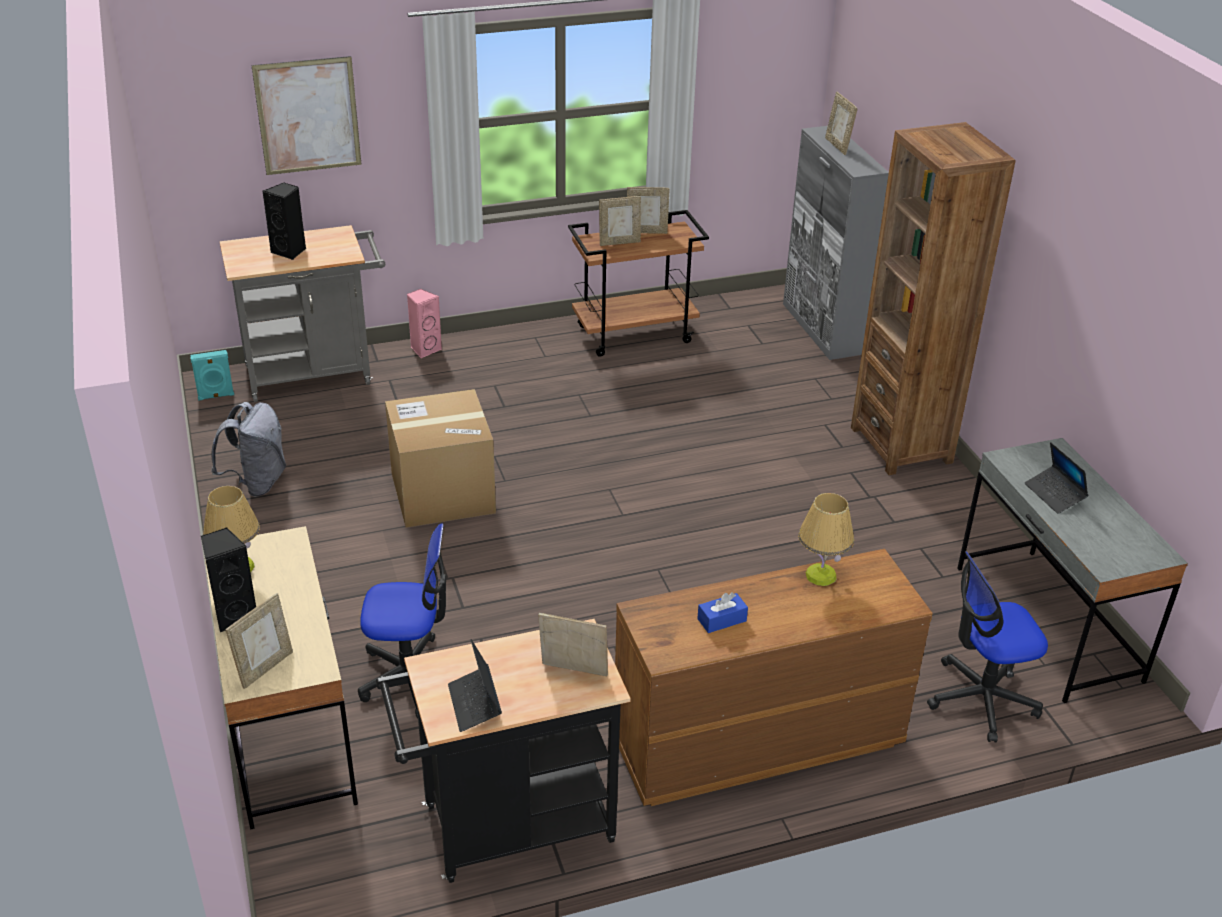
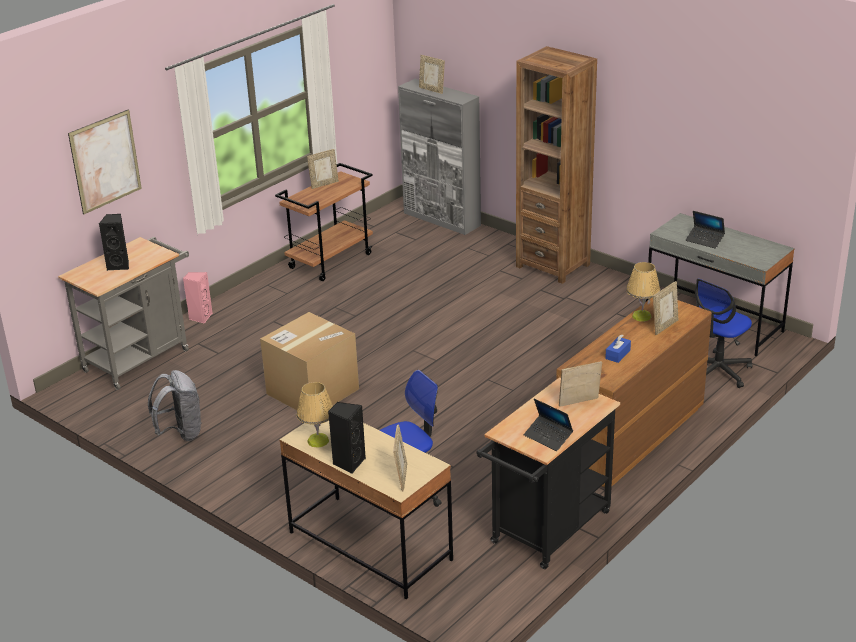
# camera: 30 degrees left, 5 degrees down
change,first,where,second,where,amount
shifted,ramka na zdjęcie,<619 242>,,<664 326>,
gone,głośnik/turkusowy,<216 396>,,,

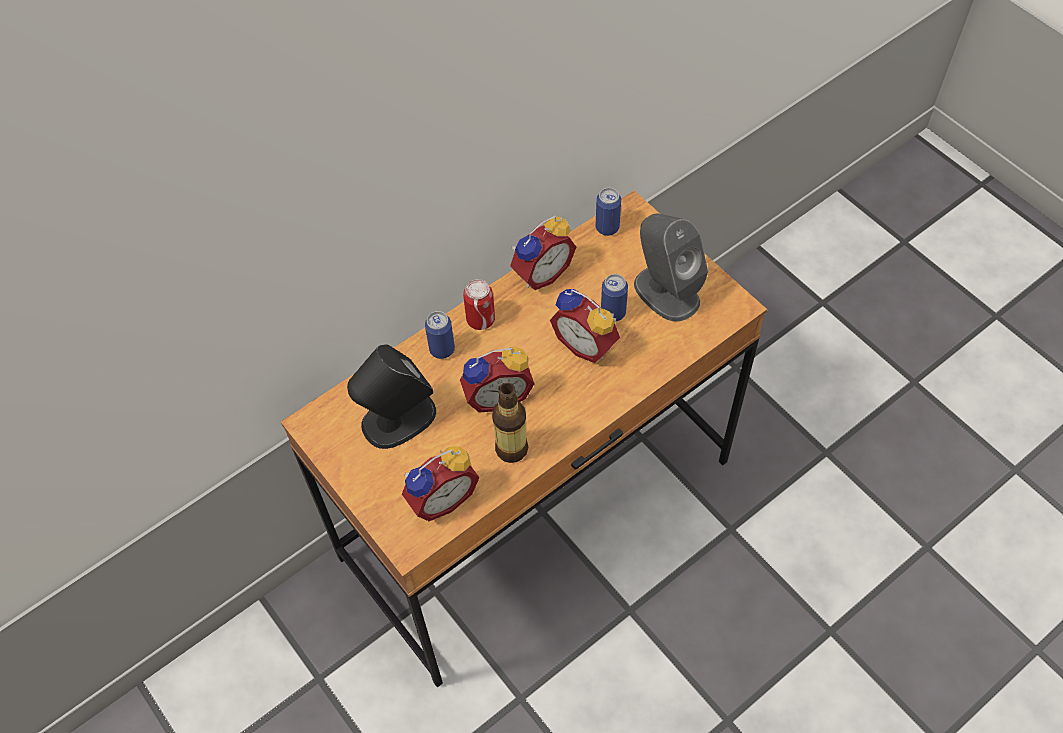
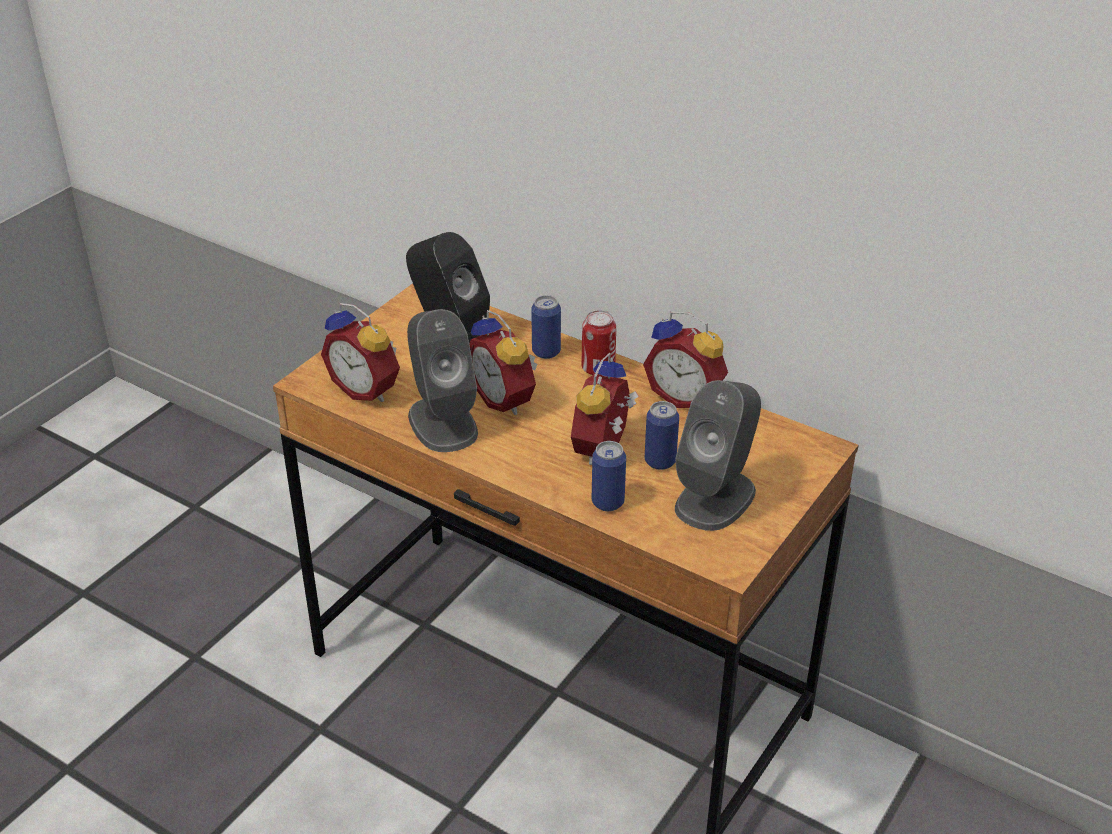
# camera: 70 degrees right, 20 degrees down
change,first,where,second,where,amount
shifted,puszka,<607 227>,,<607 502>,
swapped,butelka,<511 449>,głośnik/szary,<442 423>,

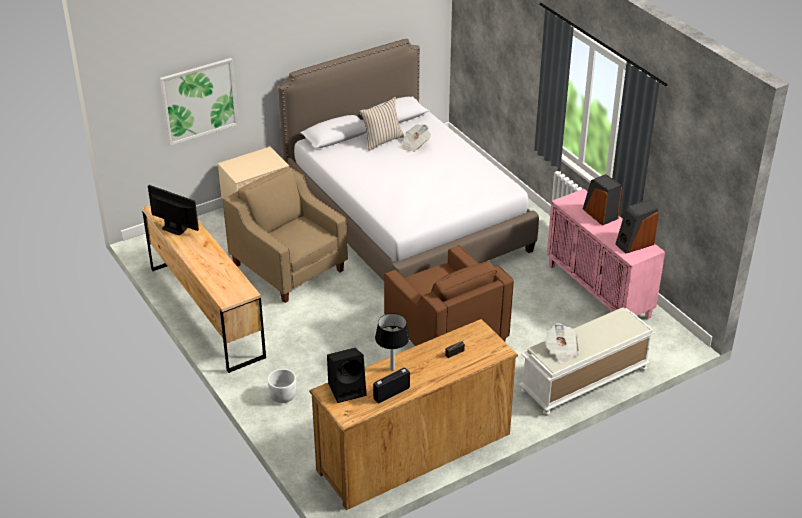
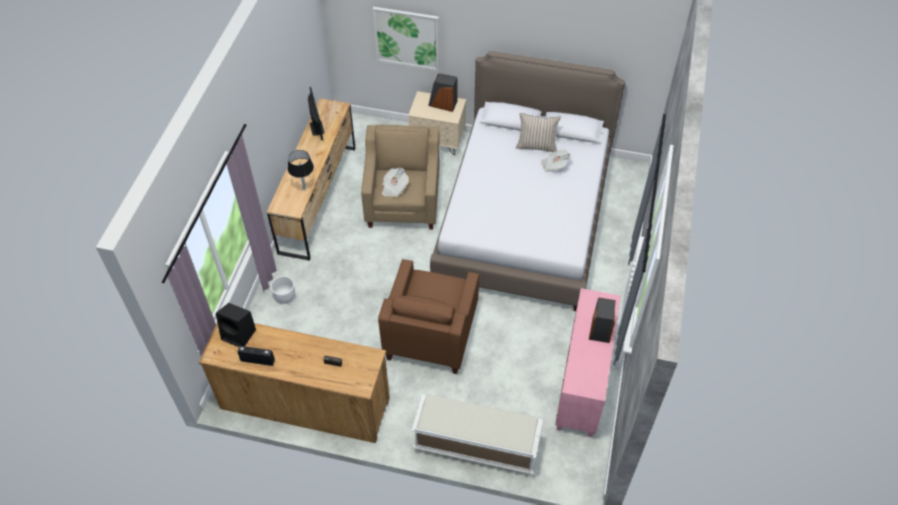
# camera: 45 degrees right, 15 degrees up
change,first,where,second,where,amount
shifted,głośnik,<634 244>,,<443 104>,
shifted,lampa stołowa/czarny,<392 369>,,<304 189>,
shifted,gazeta,<561 351>,,<394 188>,

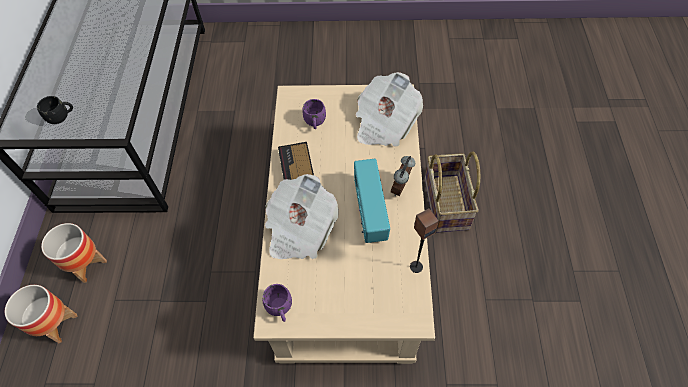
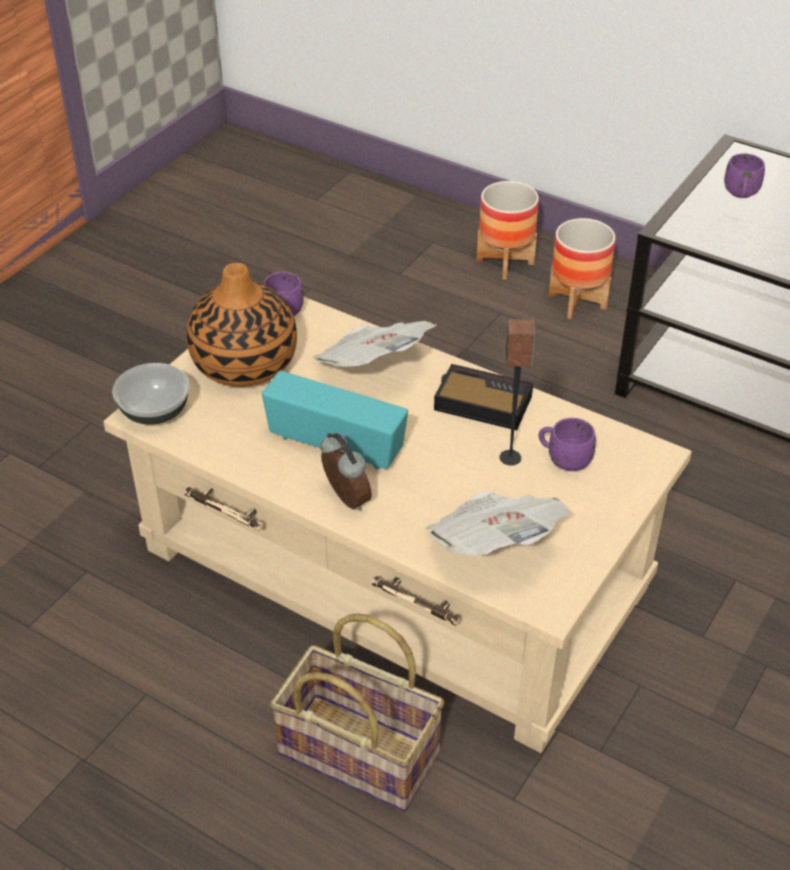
# camera: 120 degrees right, 15 degrees down
change,first,where,second,where,amount
repainted,kubek/czarny,<62 117>,kubek/fioletowy,<740 195>,
shifted,głośnik,<416 266>,,<510 458>,
new,,,wazon,<245 364>,
new,,,miska,<155 411>,

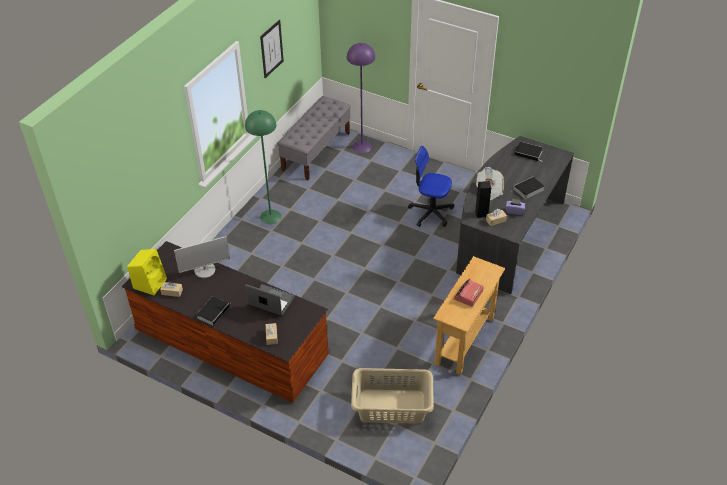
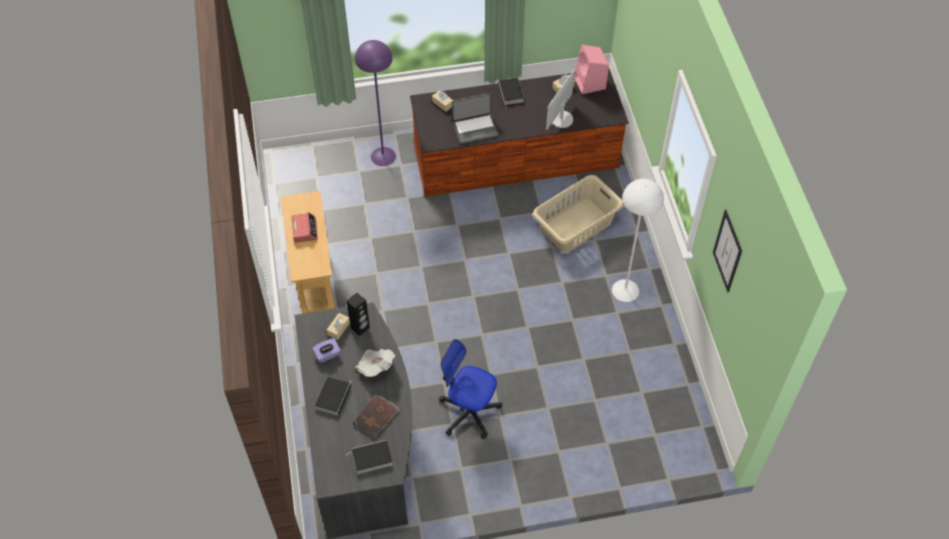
# camera: 140 degrees right, 10 degrees up
change,first,where,second,where,amount
shifted,lampa stojąca/fioletowy,<362 147>,,<383 156>,
gone,ławka/szary,<316 151>,,,
repainted,lampa stojąca/zielony,<270 216>,lampa stojąca/biały,<625 290>,
rotated,krzesło biurowe,<430 212>,,<469 412>,135 degrees counterclockwise
repainted,głośnik/żółty,<150 283>,głośnik/różowy,<590 83>,
shifted,kosz na pranie/beżowy,<391 406>,,<576 226>,
new,,,książka/brązowy,<376 417>,

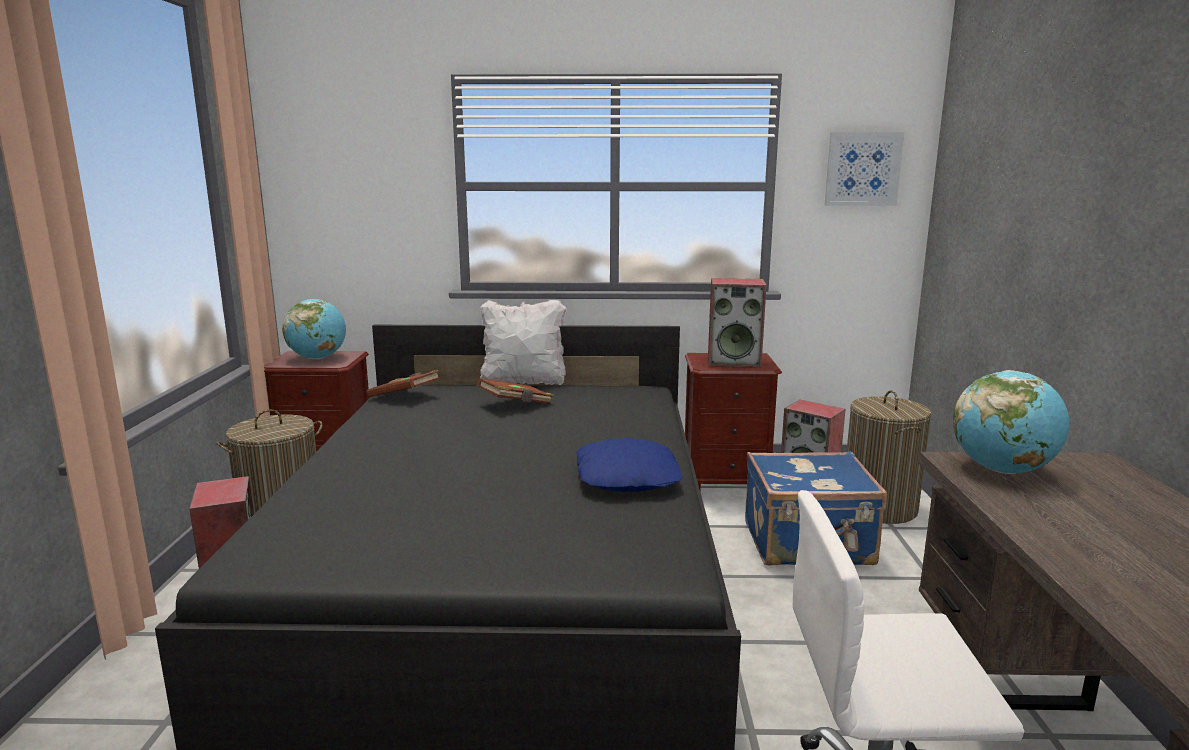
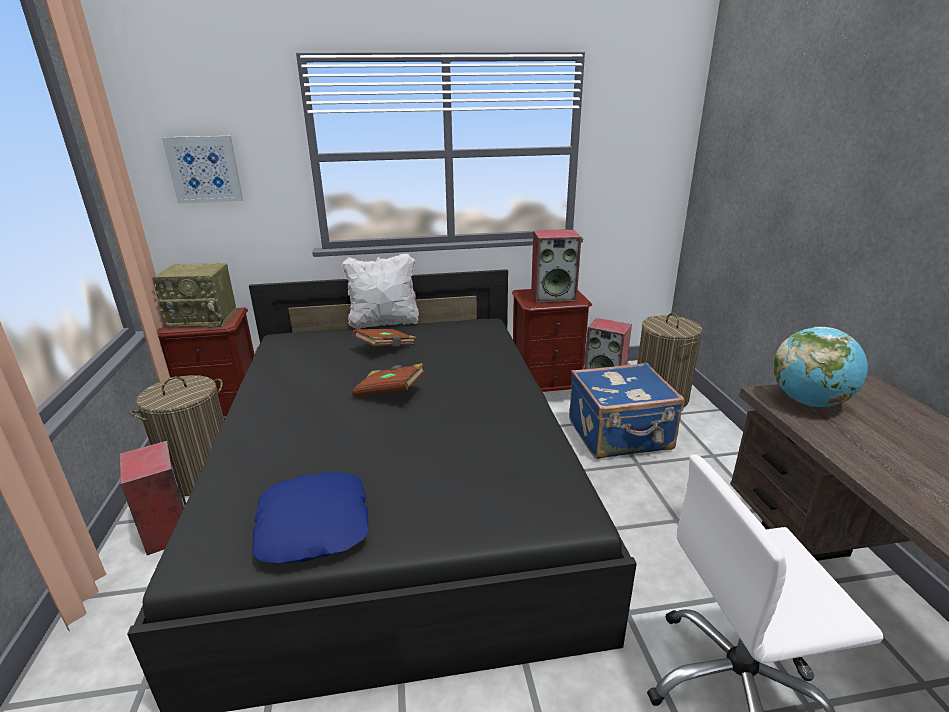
# camera: 10 degrees left, 10 degrees up
change,first,where,second,where,amount
shifted,obraz,<862 169>,,<204 169>,
swapped,globus,<318 358>,radio,<204 319>,
shifted,książka/brązowy,<405 397>,,<390 392>,
shifted,poduszka/niebieski,<628 477>,,<315 525>,

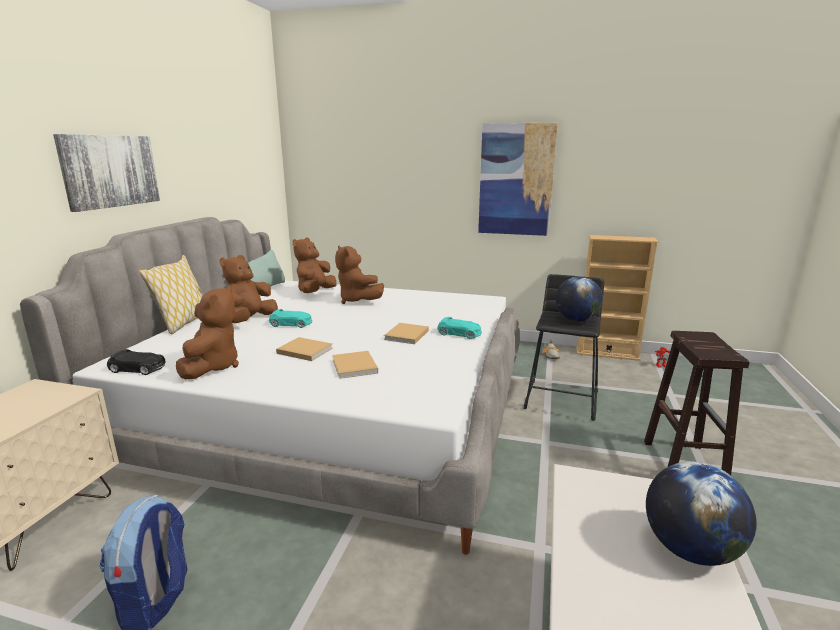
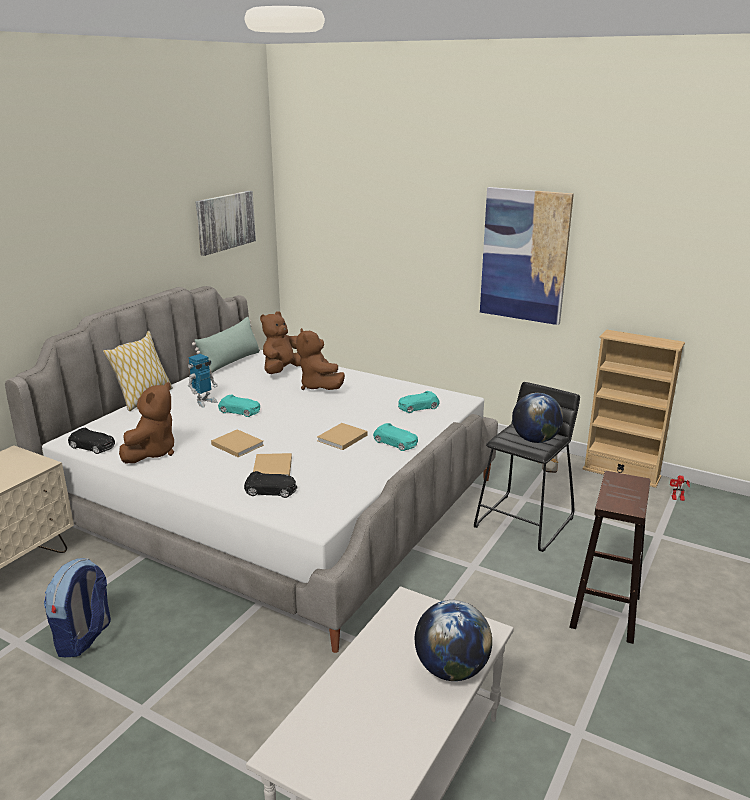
# camera: 15 degrees right, 5 degrees up
change,first,where,second,where,amount
shifted,obraz,<110 171>,,<225 222>,
swapped,pluszak/brązowy,<250 320>,robot zabawkowy,<204 402>,
new,,,samochodzik/turkusowy,<417 407>,
new,,,samochodzik/czarny,<271 491>,

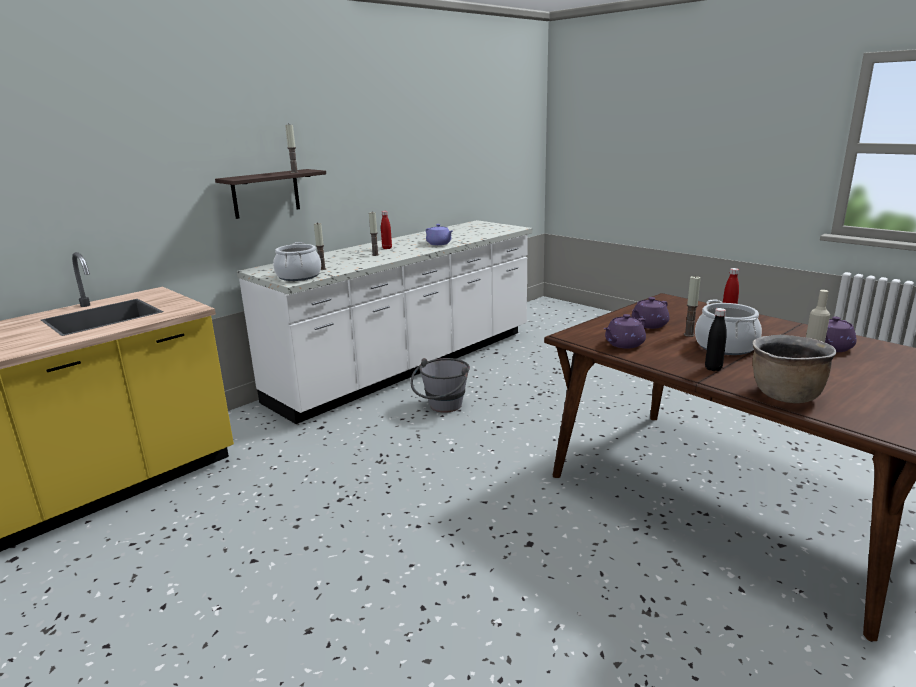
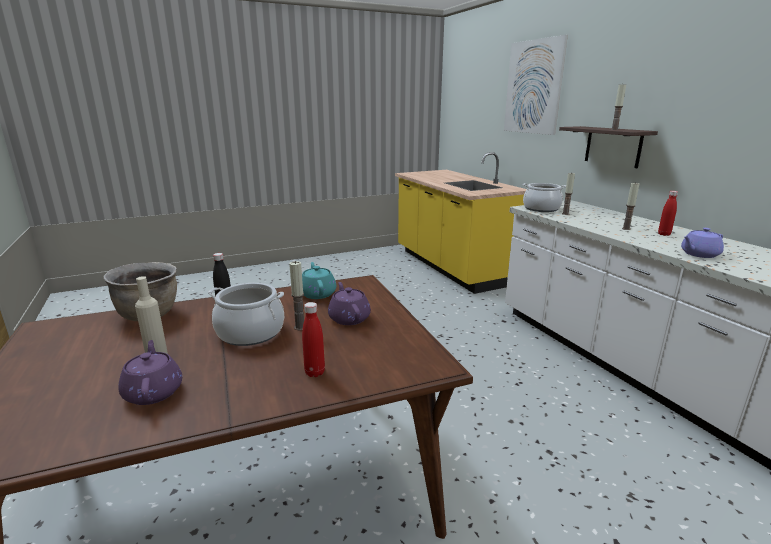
# camera: 110 degrees right, 0 degrees up
change,first,where,second,where,amount
repainted,imbryk/fioletowy,<623 344>,imbryk/turkusowy,<317 293>,
gone,wiadro/szary,<442 408>,,,
new,,,obraz,<533 87>,

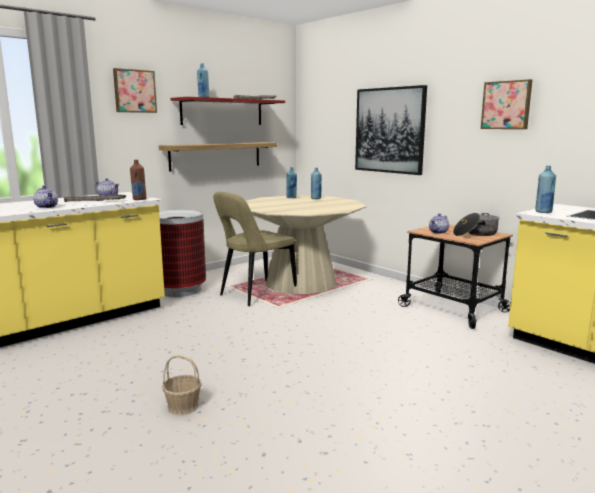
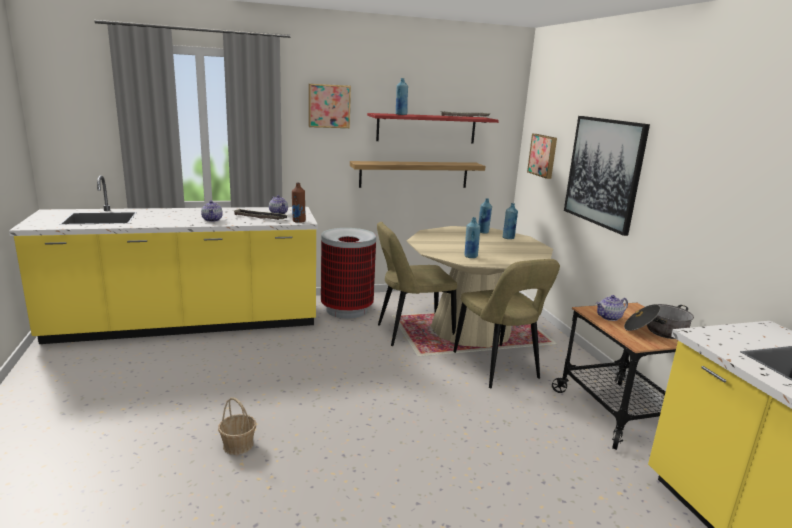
# camera: 25 degrees right, 5 degrees up
change,first,where,second,where,amount
shifted,obraz,<506 105>,,<543 155>,
shifted,butelka/niebieski,<543 212>,,<470 256>,
new,,,krzesło/beżowy,<497 367>,

